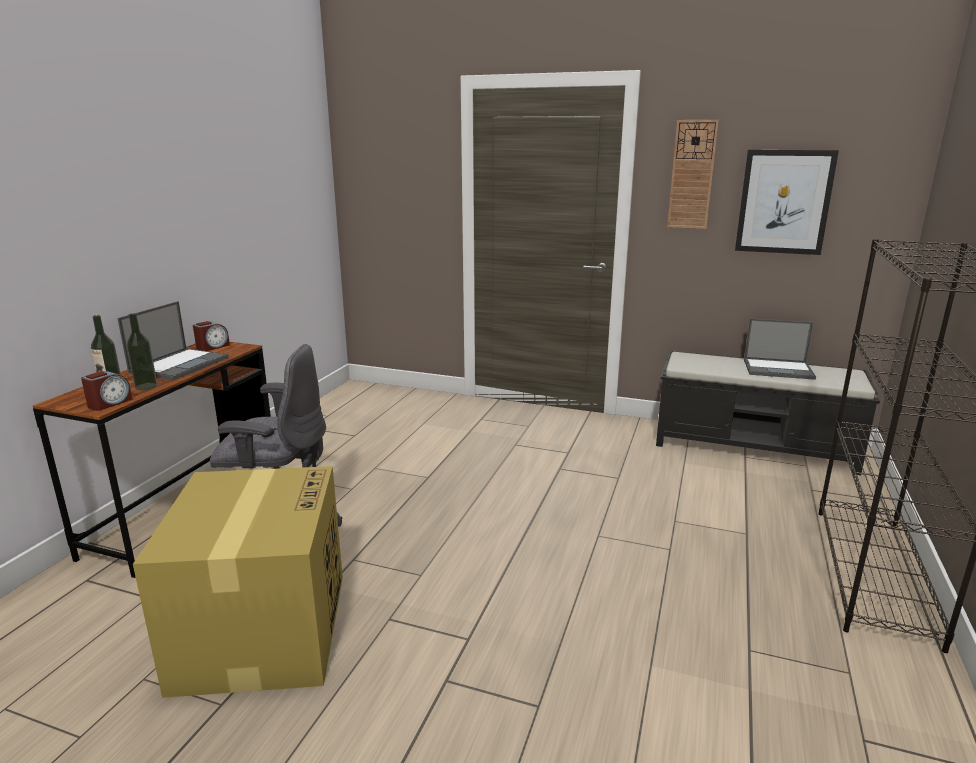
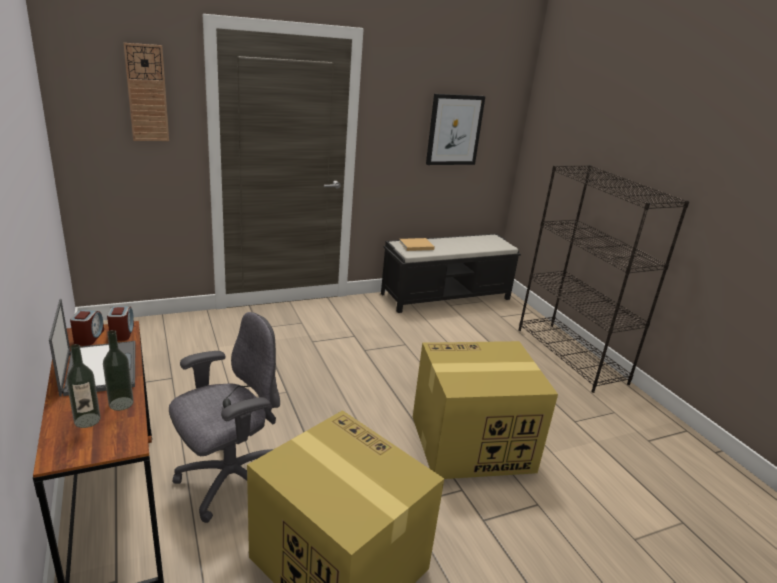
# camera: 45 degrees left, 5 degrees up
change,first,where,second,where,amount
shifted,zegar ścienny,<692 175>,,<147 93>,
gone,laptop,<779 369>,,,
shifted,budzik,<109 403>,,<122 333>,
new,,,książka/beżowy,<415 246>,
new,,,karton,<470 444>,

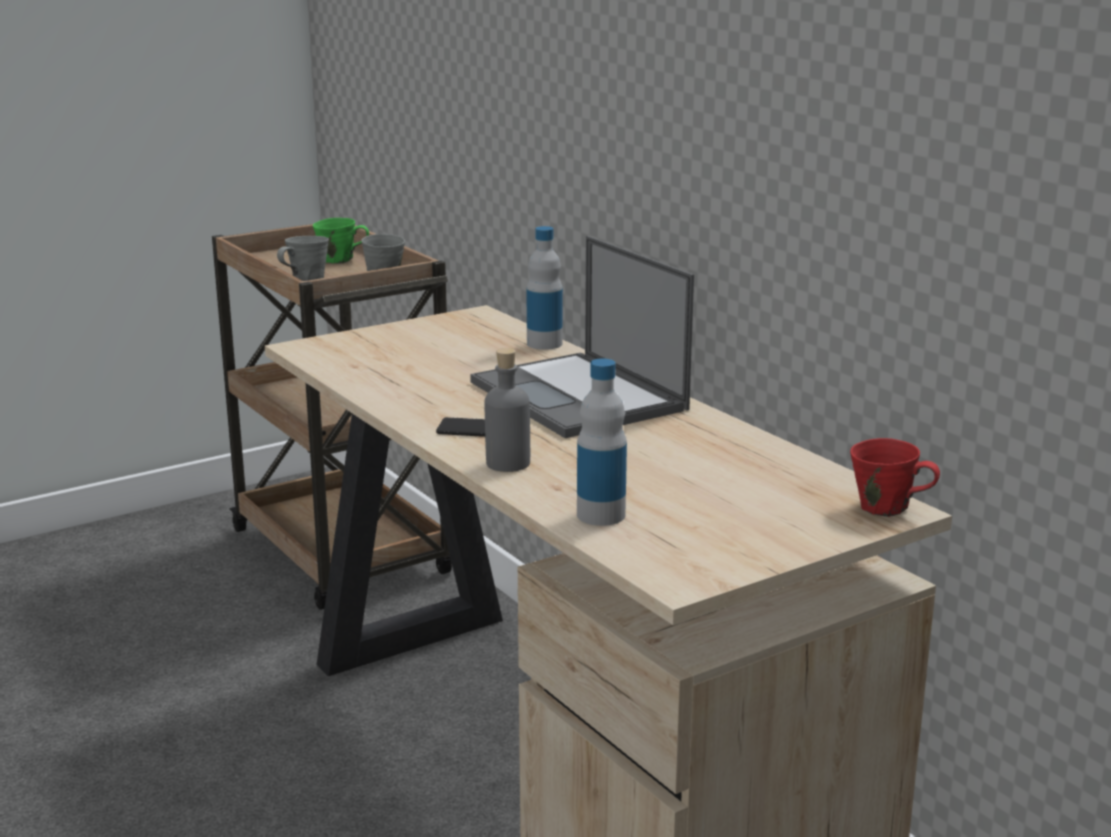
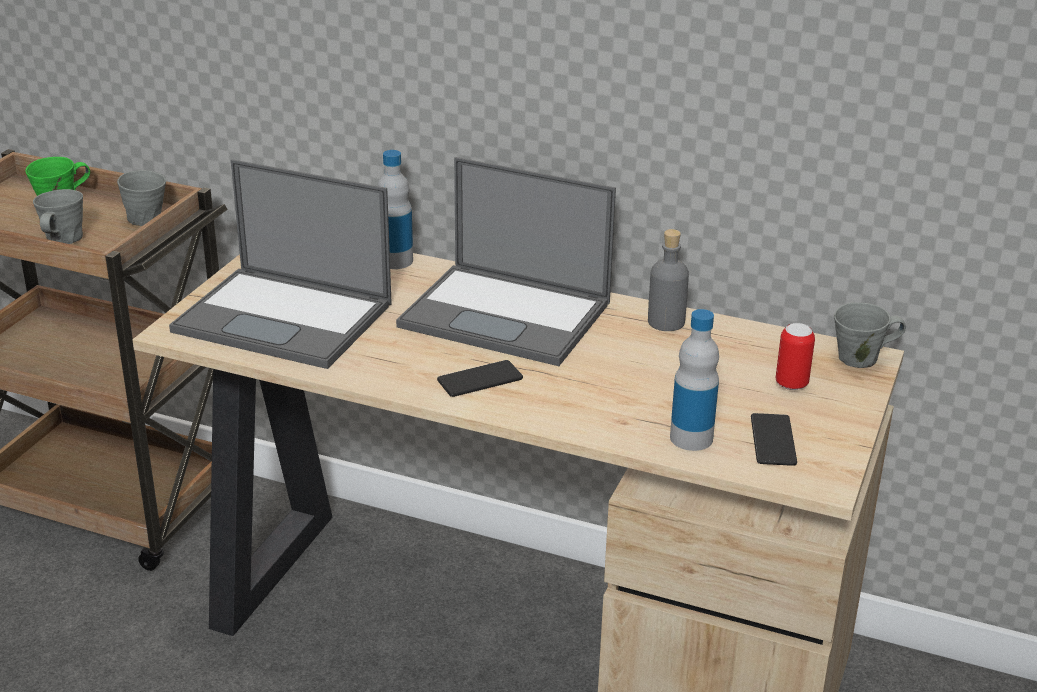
# camera: 35 degrees left, 10 degrees up
change,first,where,second,where,amount
shifted,butelka/szary,<508 463>,,<666 322>,
repainted,kubek/czerwony,<886 508>,kubek/szary,<860 359>,
new,,,laptop,<286 318>,
new,,,puszka,<791 384>,
new,,,telefon,<773 440>,

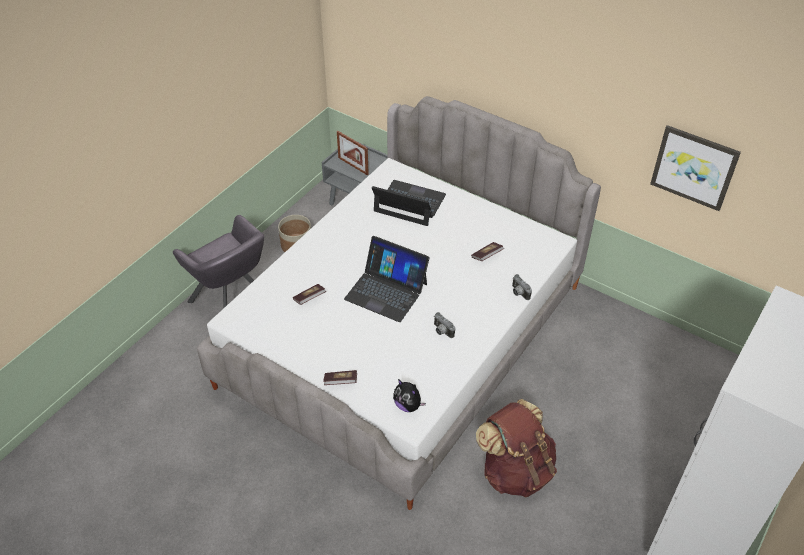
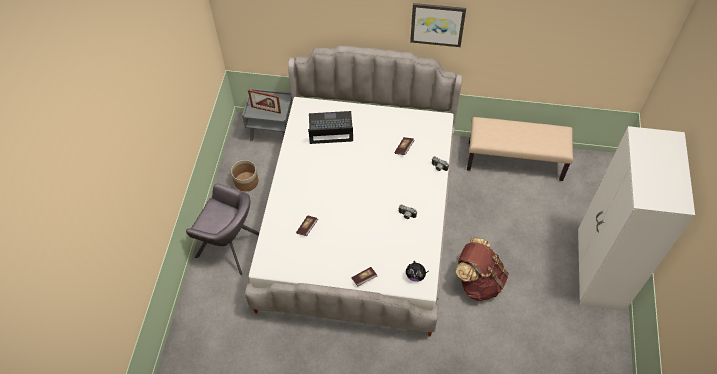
# camera: 25 degrees left, 10 degrees up
change,first,where,second,where,amount
shifted,obraz,<694 167>,,<437 24>,
gone,laptop,<386 291>,,,
new,,,ławka/beżowy,<515 160>,

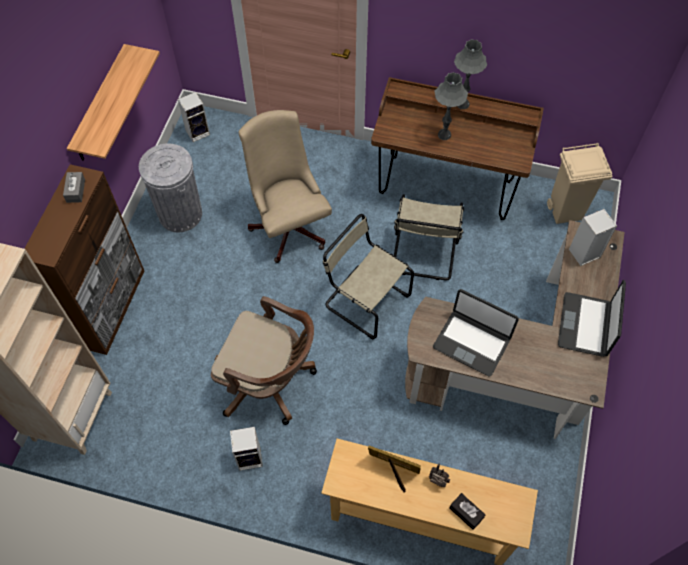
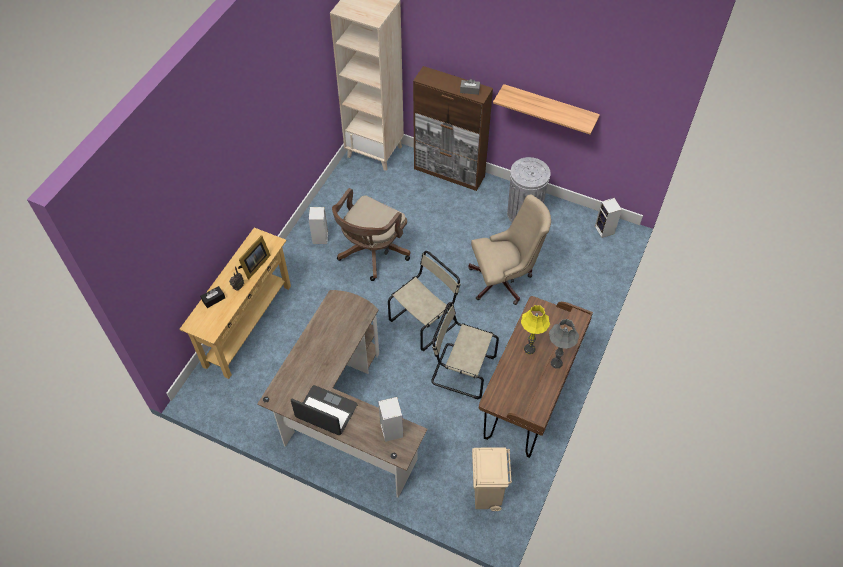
# camera: 100 degrees right, 5 degrees down
change,first,where,second,where,amount
repainted,lampa stołowa/szary,<444 135>,lampa stołowa/żółty,<529 349>,
gone,laptop,<471 343>,,,

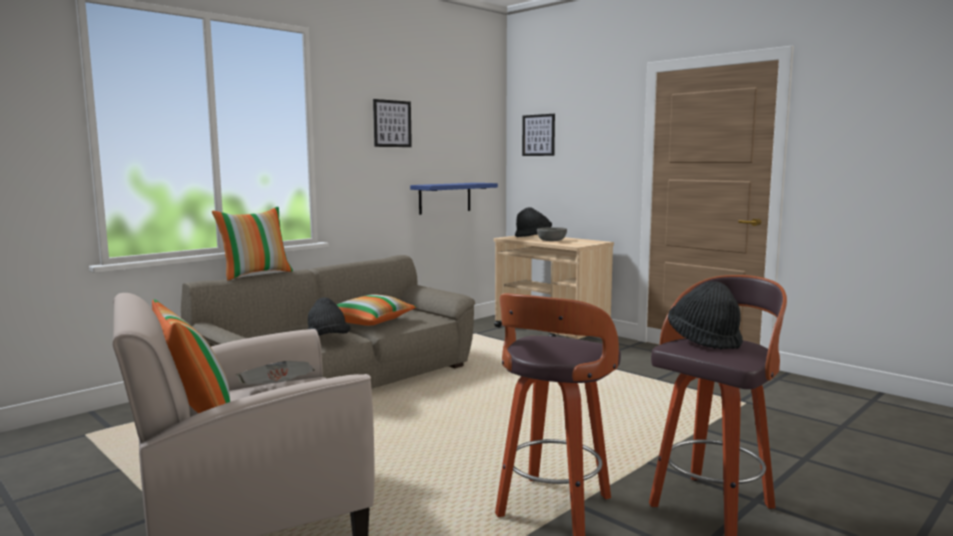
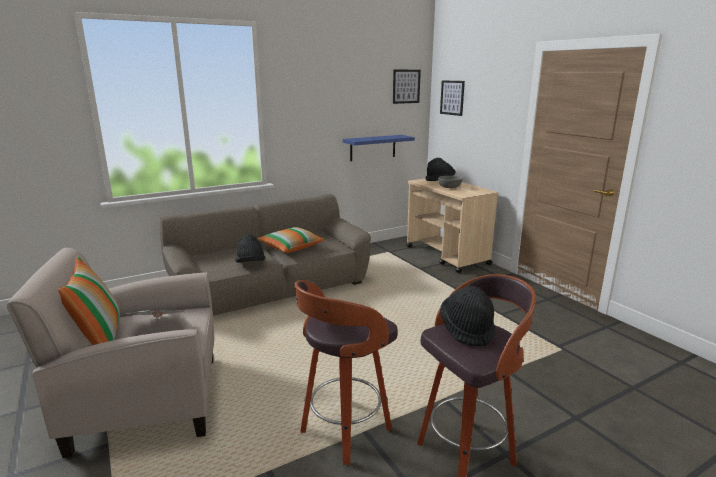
# camera: 15 degrees right, 10 degrees up
change,first,where,second,where,amount
shifted,obraz,<392 123>,,<406 86>,
gone,poduszka,<256 274>,,,

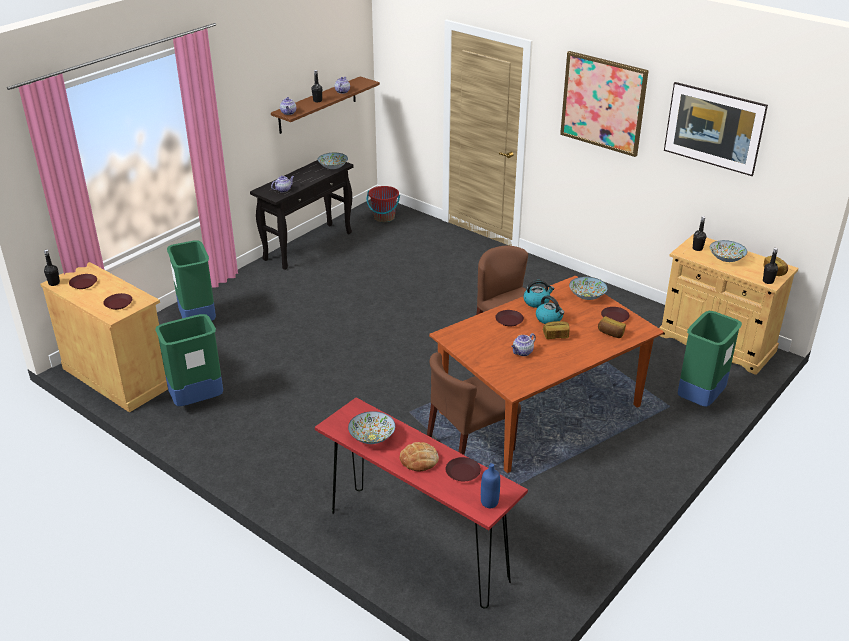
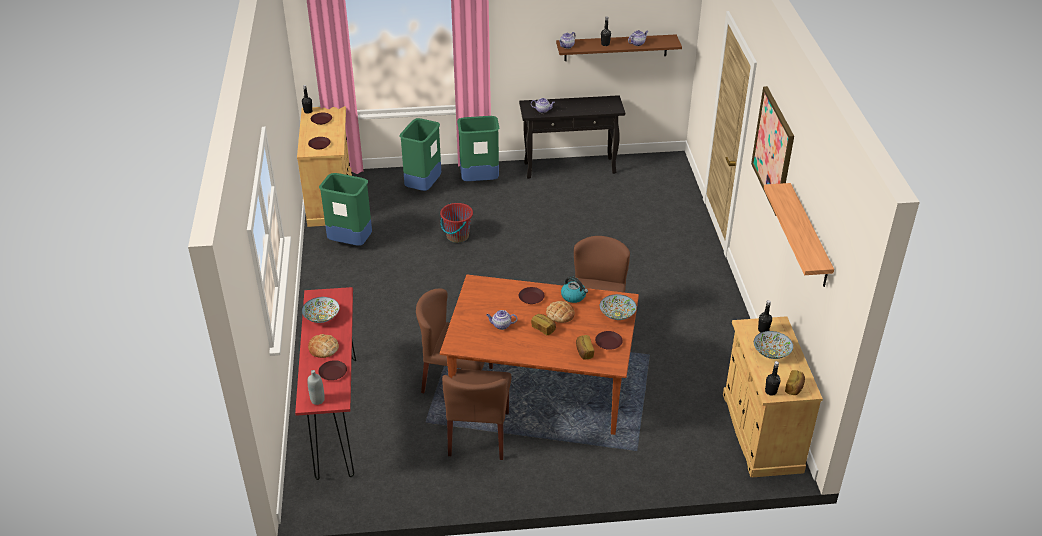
# camera: 45 degrees right, 5 degrees up
change,first,where,second,where,amount
swapped,obraz,<710 145>,półka,<808 236>,
gone,miska,<333 167>,,,
shifted,wiadro/czerwony,<384 217>,,<457 236>,
swapped,czajnik,<549 319>,chleb,<560 314>,
shifted,kosz na śmieci/zielony,<699 398>,,<479 180>,
repainted,butelka/niebieski,<489 502>,butelka/szary,<317 400>,
new,,,krzesło/brązowy,<479 434>,

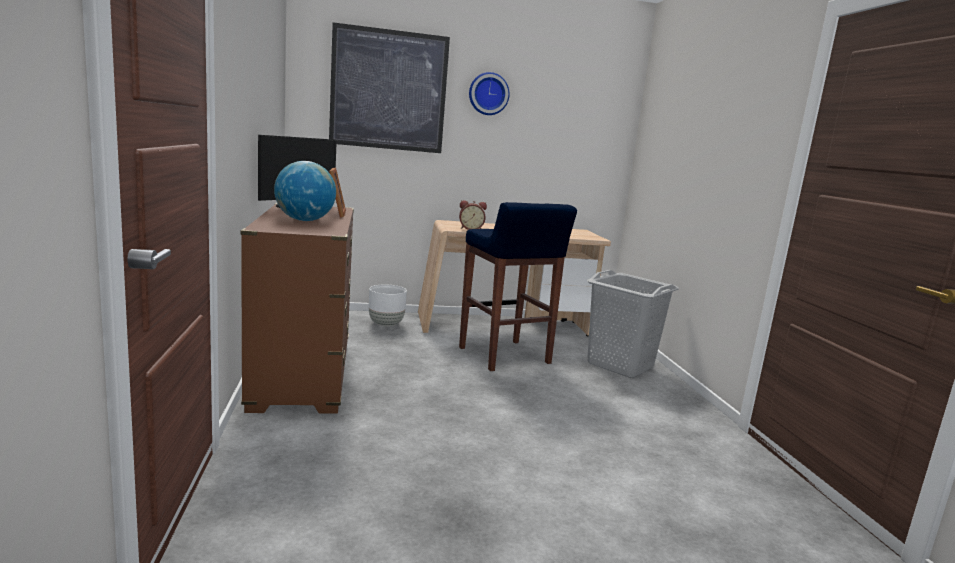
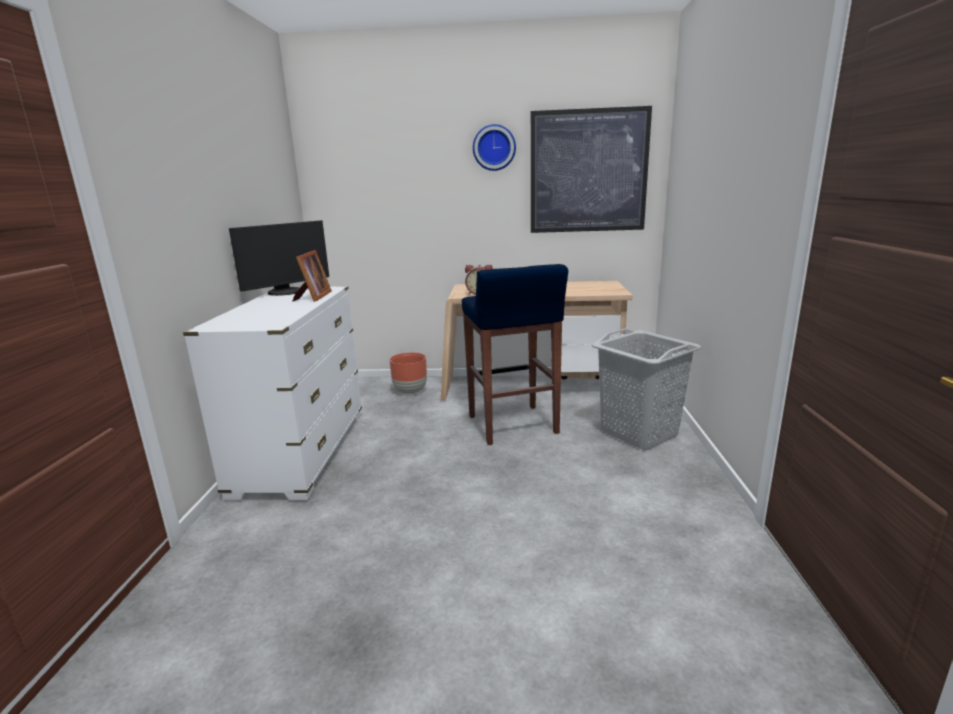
# camera: 15 degrees right, 5 degrees up
change,first,where,second,where,amount
shifted,obraz,<389 90>,,<588 171>,
gone,globus,<304 220>,,,
repainted,komoda/brązowy,<303 373>,komoda/biały,<302 452>,
repainted,donica/biały,<385 324>,donica/brązowy,<410 392>,

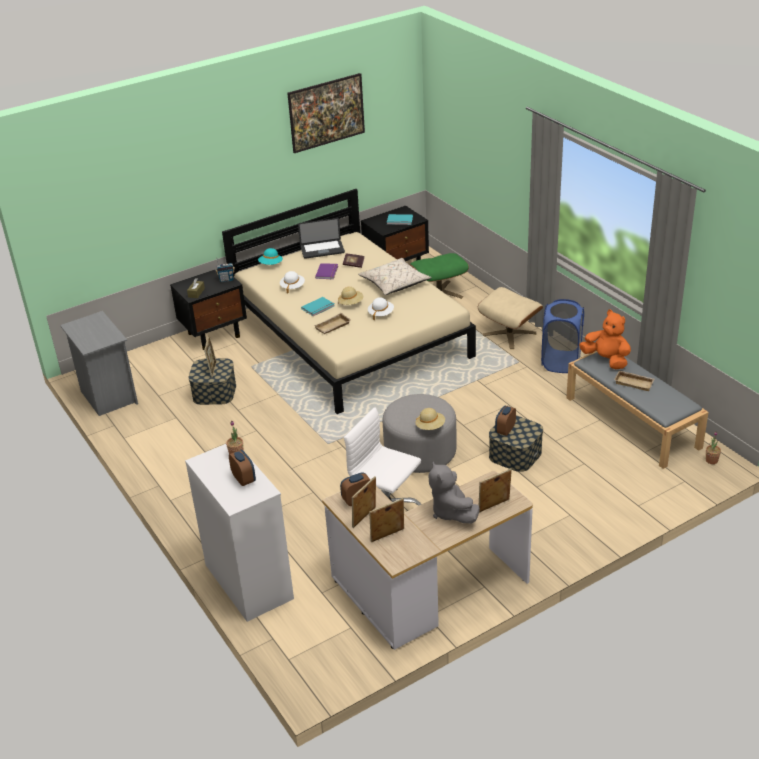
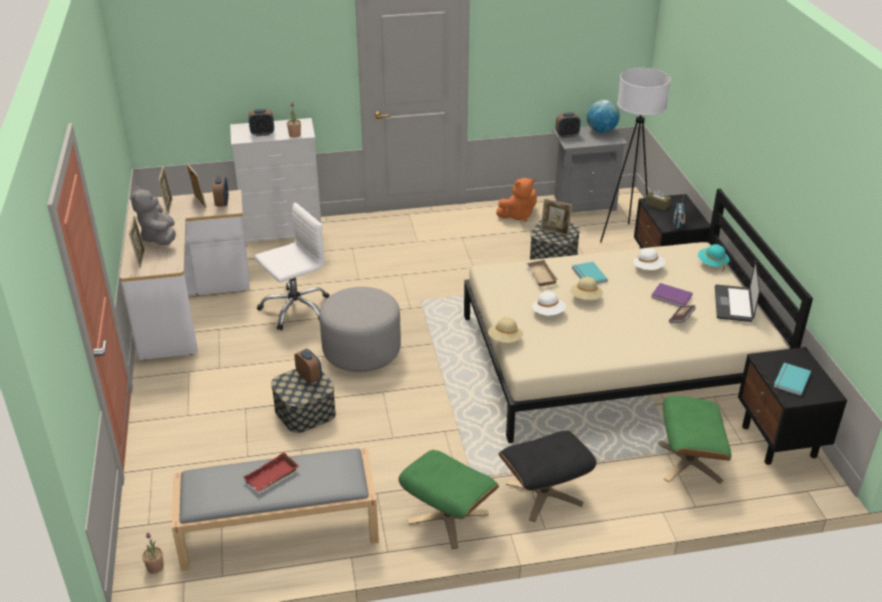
# camera: 110 degrees right, 0 degrees up
change,first,where,second,where,amount
gone,obraz,<327 127>,,,
gone,poduszka/beżowy,<394 284>,,,
repainted,pufa/beżowy,<509 334>,pufa/czarny,<544 494>,
swapped,kosz na pranie/niebieski,<561 362>,pufa/zielony,<447 517>,
shifted,pluszak/pomarańczowy,<606 360>,,<517 215>,
repainted,taca/beżowy,<634 382>,taca/czerwony,<272 477>,
shifted,kapelusz/beżowy,<430 426>,,<505 340>,
rotated,pluszak/szary,<451 512>,,<159 238>,105 degrees counterclockwise
new,,,lampa stojąca/biały,<625 237>,
new,,,globus,<601 131>,
new,,,budzik,<567 135>,

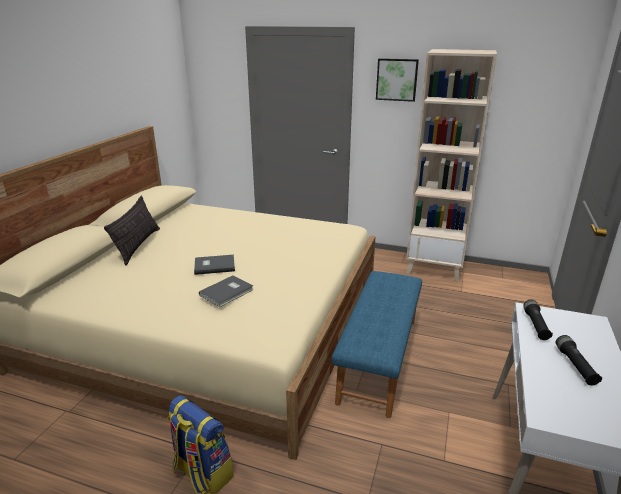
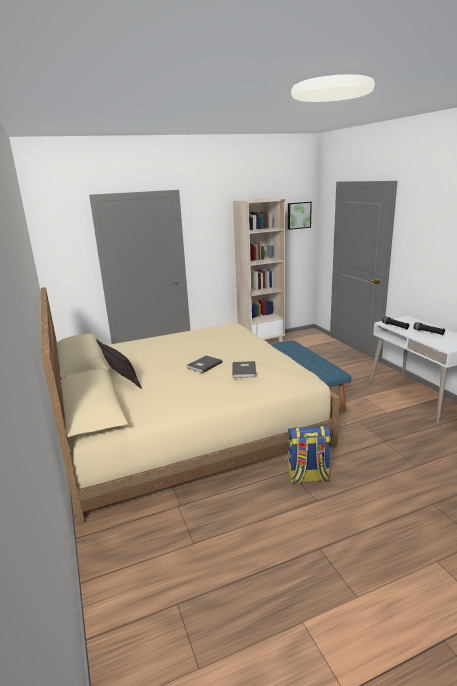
# camera: 40 degrees left, 5 degrees down
change,first,where,second,where,amount
shifted,obraz,<397 79>,,<298 215>,

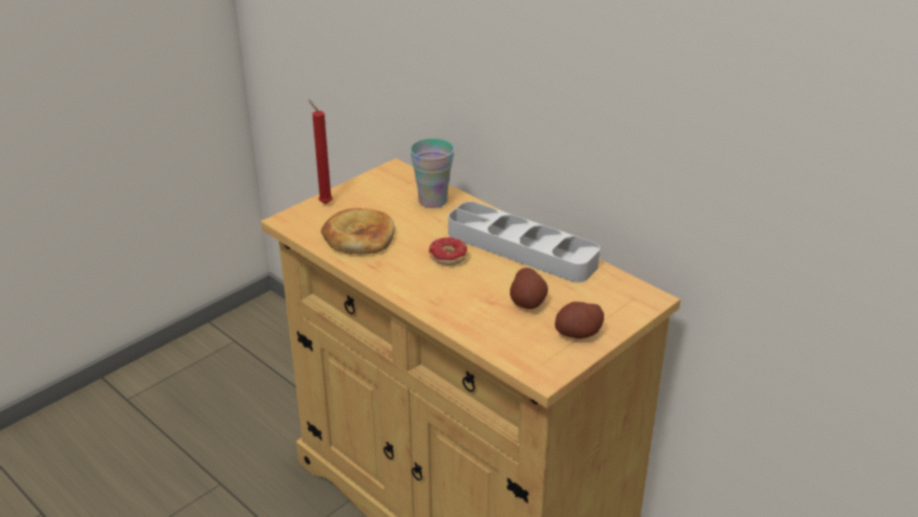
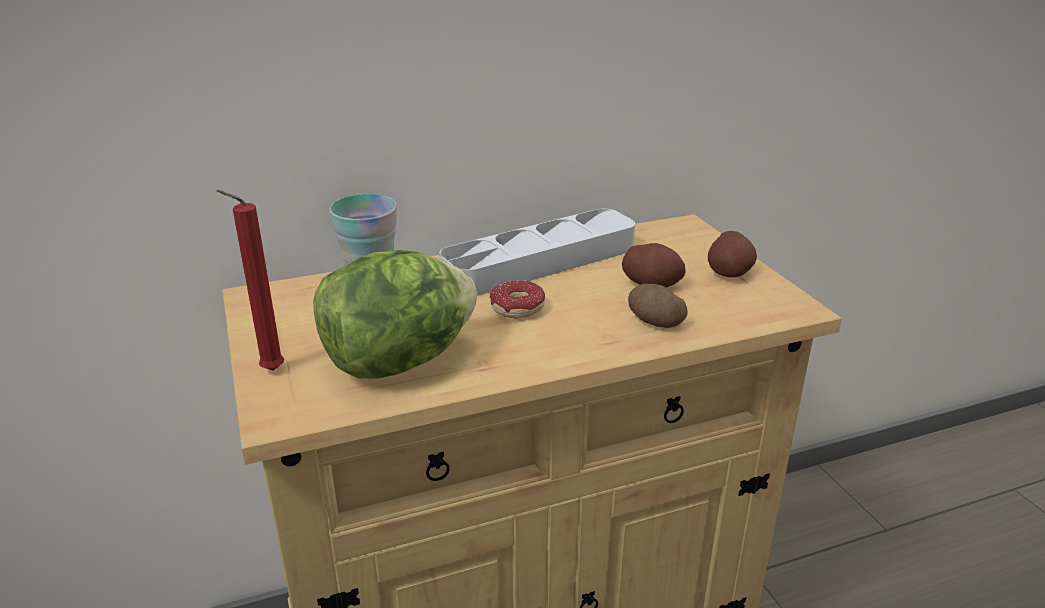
# camera: 65 degrees left, 5 degrees down
change,first,where,second,where,amount
swapped,chleb,<359 236>,sałata,<399 361>,
new,,,ziemniak,<654 322>,

